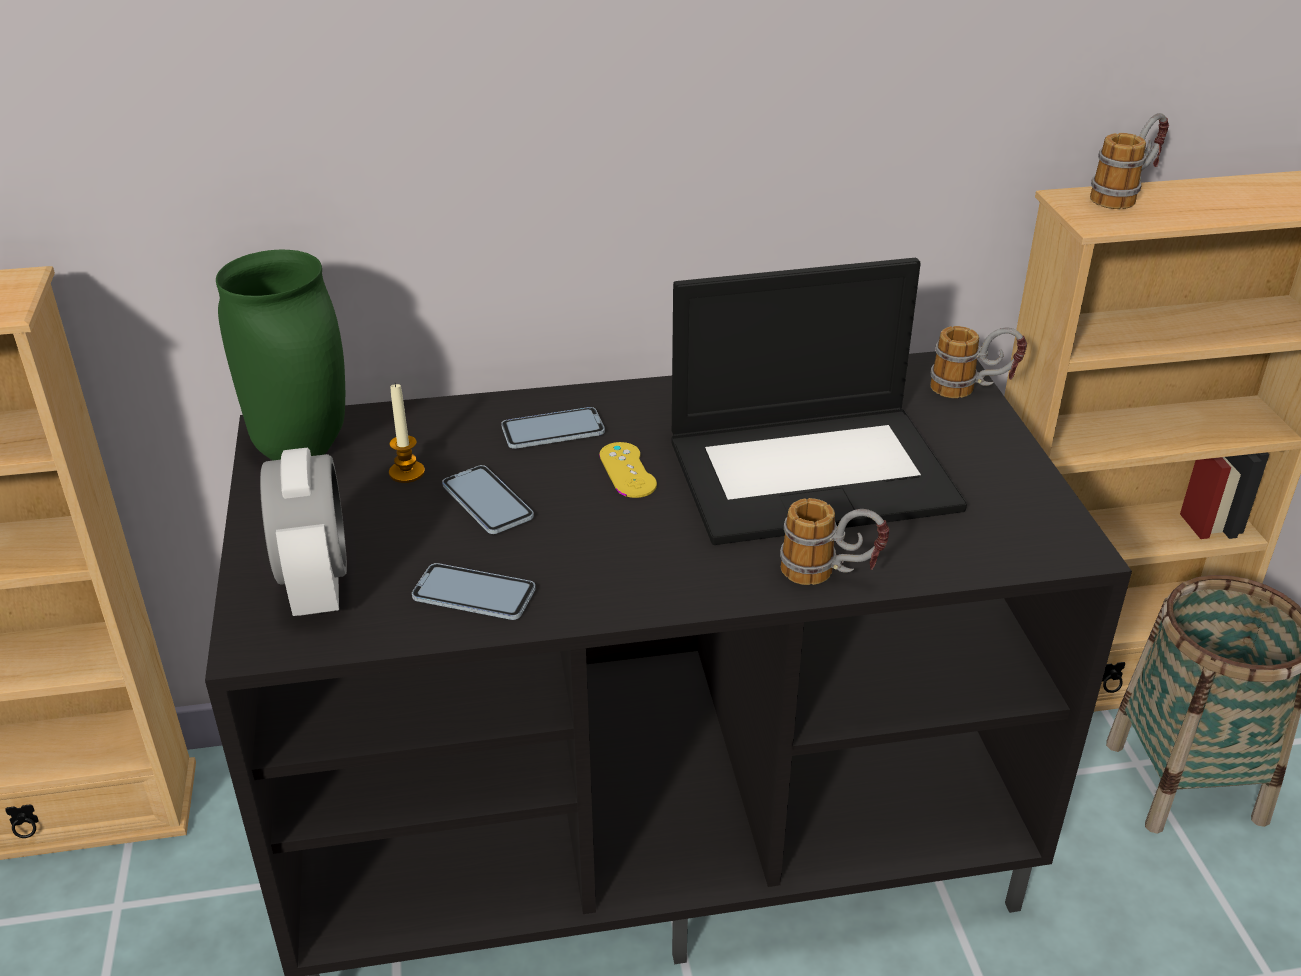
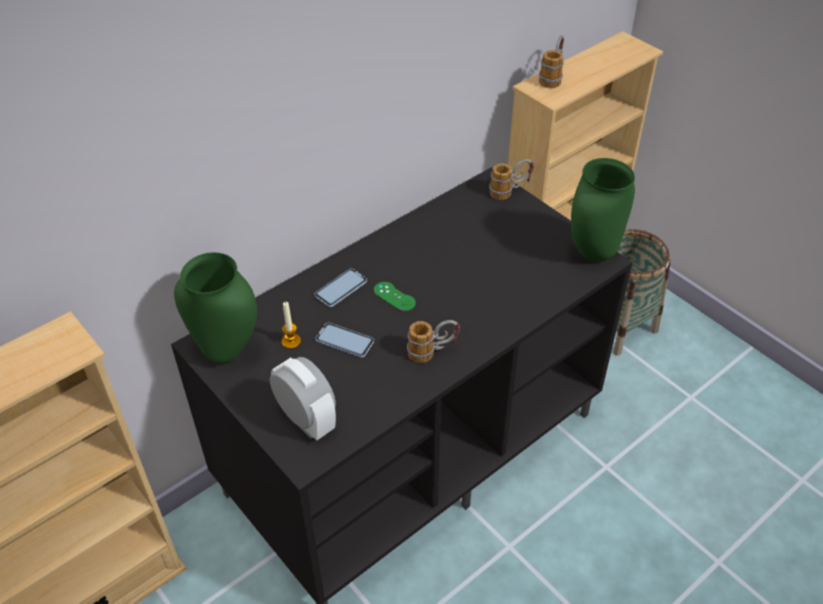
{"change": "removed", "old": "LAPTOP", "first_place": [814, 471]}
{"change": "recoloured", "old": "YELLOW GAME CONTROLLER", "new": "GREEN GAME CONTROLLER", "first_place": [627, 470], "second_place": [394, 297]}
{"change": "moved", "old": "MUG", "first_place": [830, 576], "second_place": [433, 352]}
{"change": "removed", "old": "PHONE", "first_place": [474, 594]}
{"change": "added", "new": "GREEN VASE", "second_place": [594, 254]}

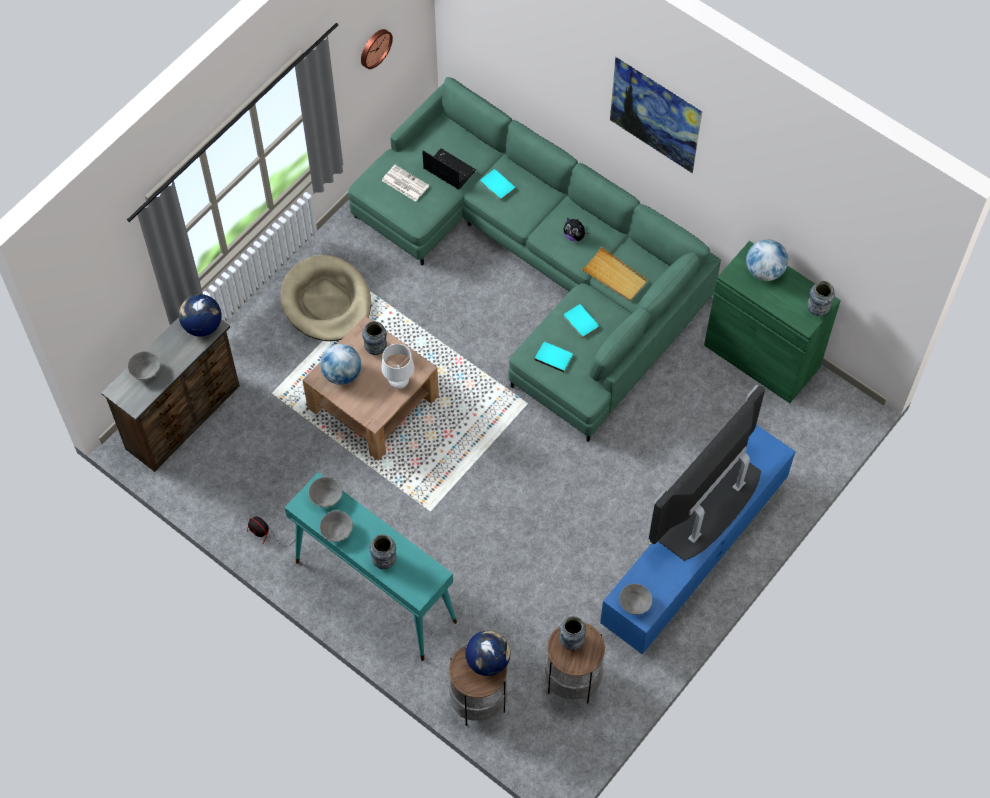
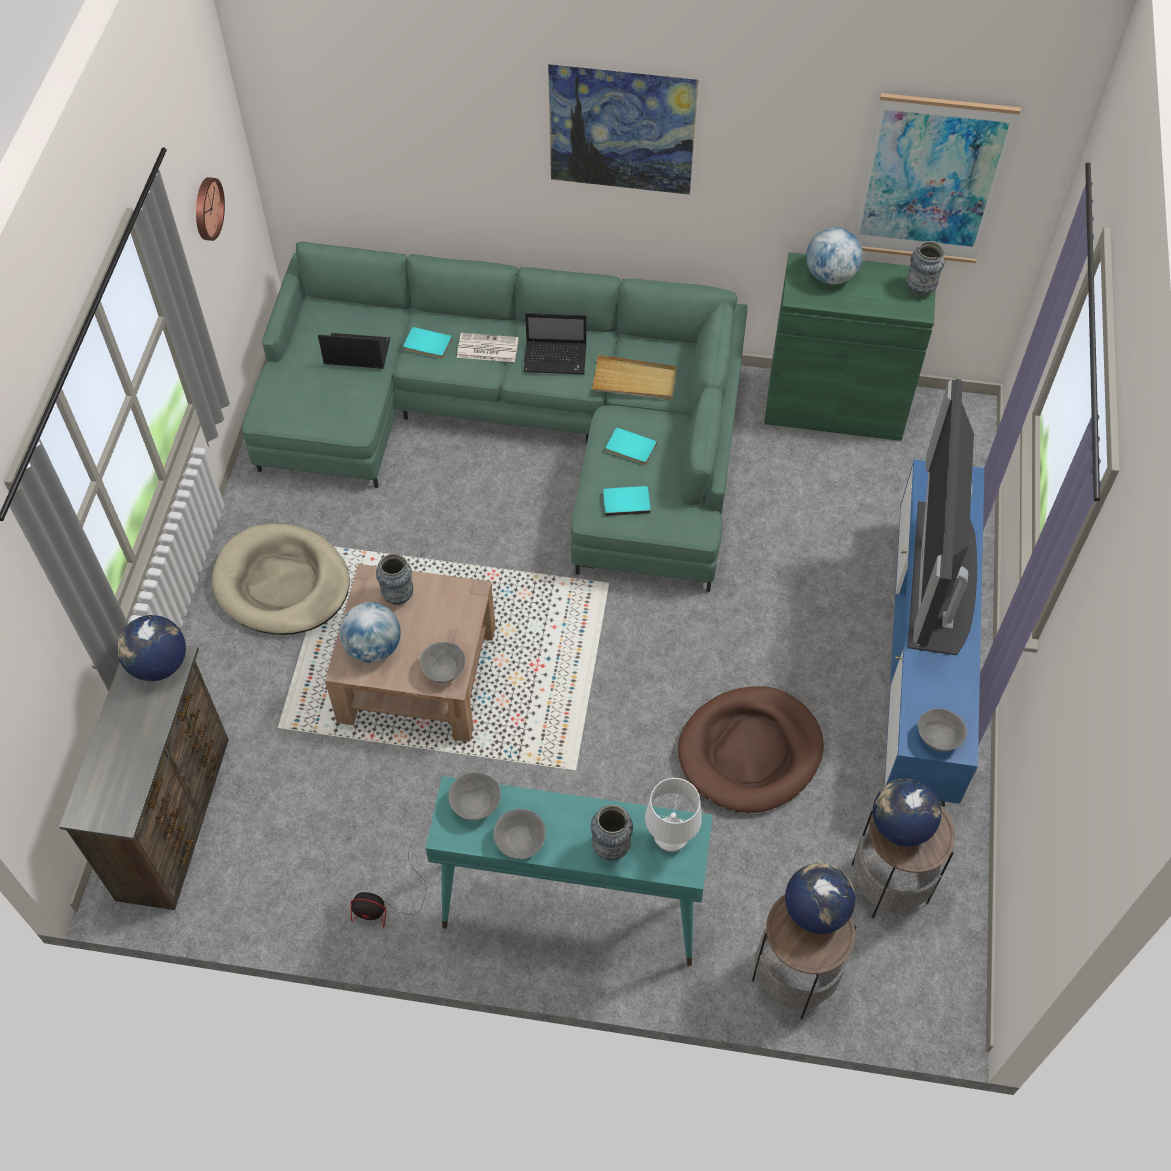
{"change": "moved", "old": "NEWSPAPER", "first_place": [404, 183], "second_place": [486, 348]}
{"change": "replaced", "old": "PLUSH TOY", "new": "LAPTOP", "first_place": [574, 236], "second_place": [556, 358]}
{"change": "moved", "old": "WHITE TABLE LAMP", "first_place": [399, 382], "second_place": [670, 840]}
{"change": "moved", "old": "GREY BOWL", "first_place": [145, 372], "second_place": [444, 671]}
{"change": "replaced", "old": "VASE", "new": "GLOBE", "first_place": [571, 641], "second_place": [900, 826]}
{"change": "added", "new": "PICTURE", "second_place": [930, 180]}
{"change": "added", "new": "BROWN DOG BED", "second_place": [750, 752]}

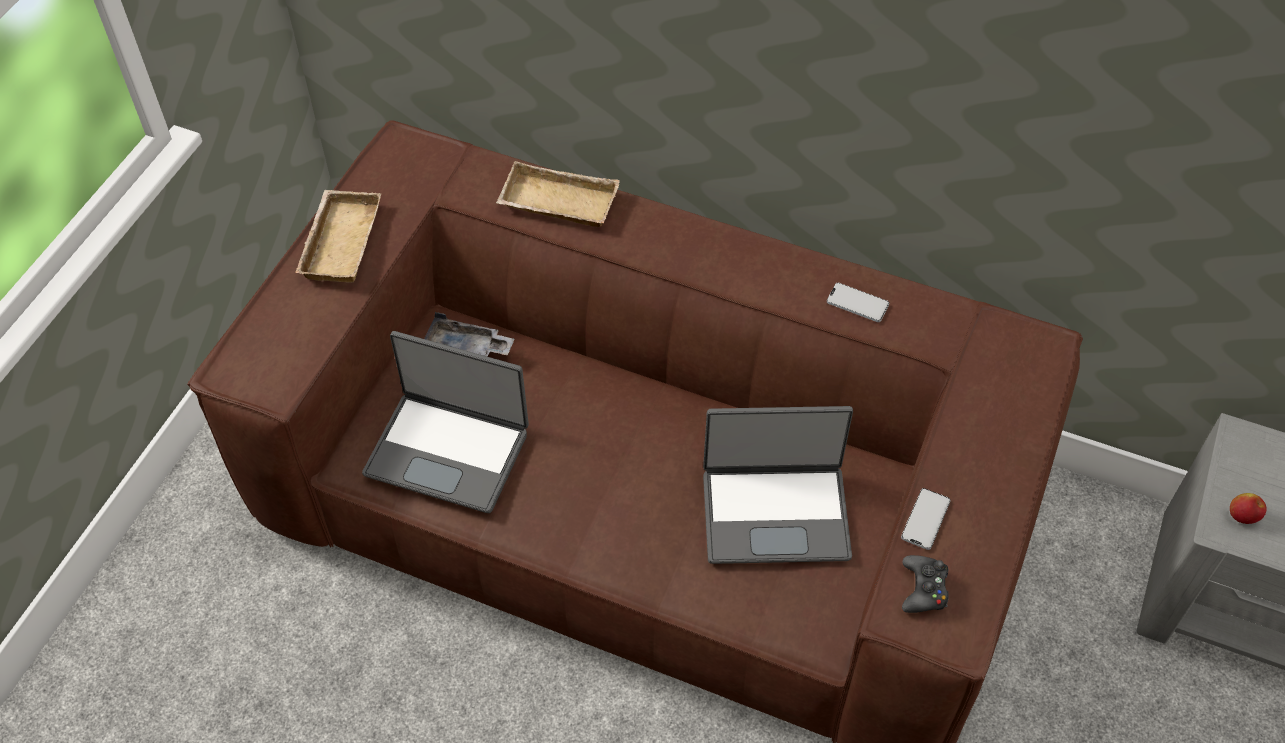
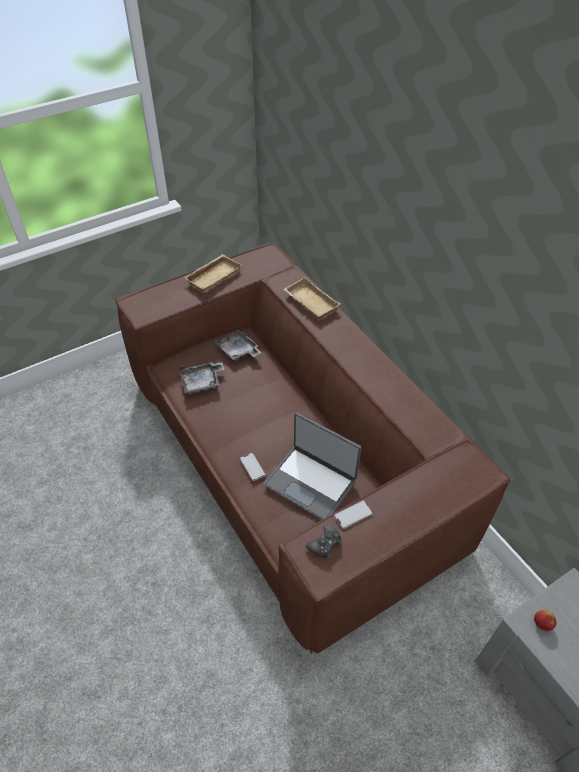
{"change": "moved", "old": "PHONE", "first_place": [857, 303], "second_place": [252, 467]}
{"change": "replaced", "old": "LAPTOP", "new": "GREY TRAY", "first_place": [449, 451], "second_place": [202, 382]}

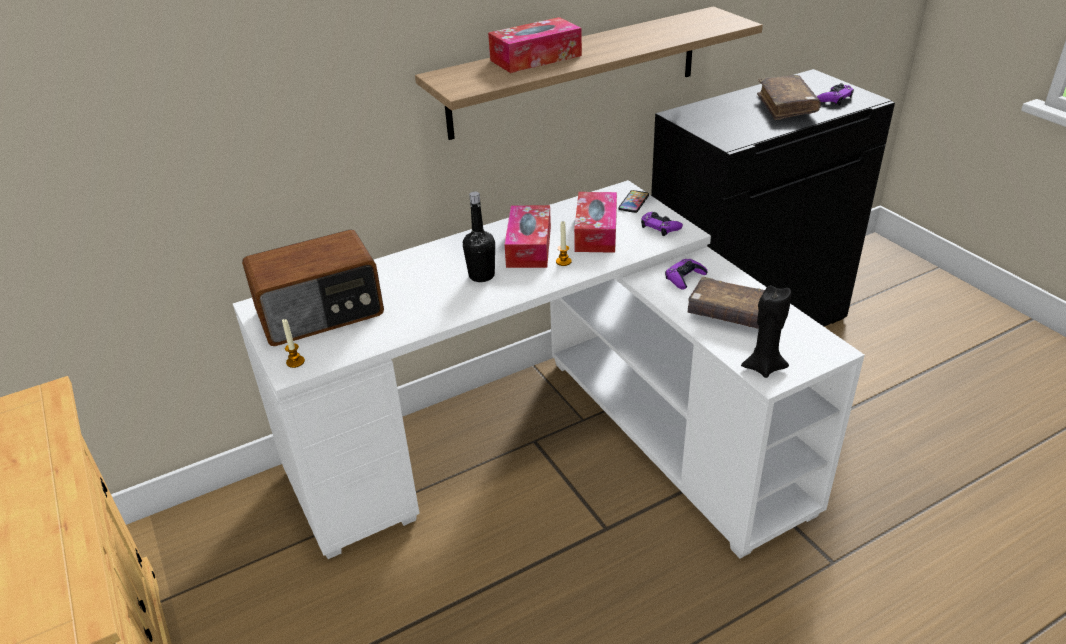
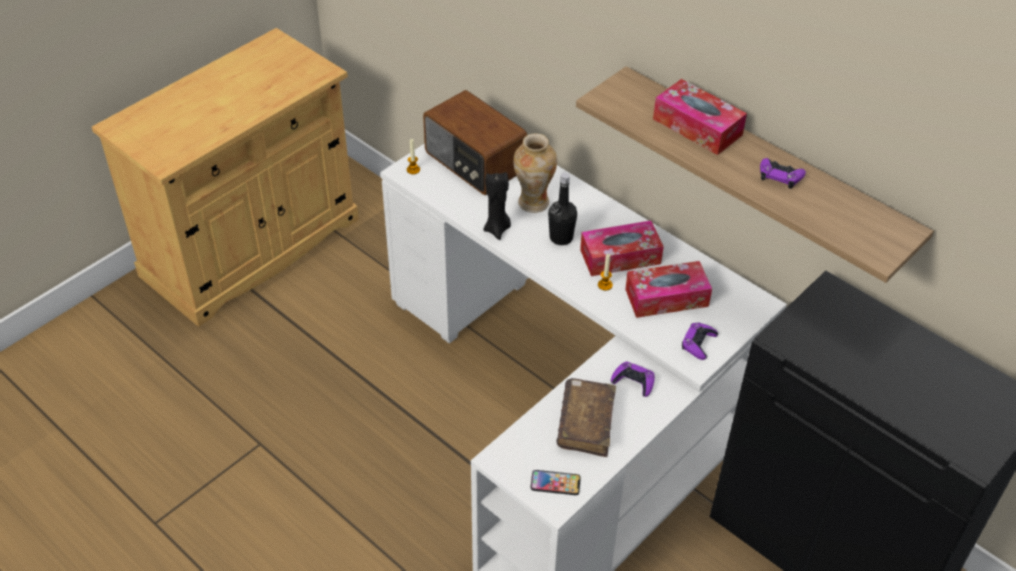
{"change": "removed", "old": "BROWN BOOK", "first_place": [786, 106]}
{"change": "moved", "old": "PURPLE GAME CONTROLLER", "first_place": [835, 98], "second_place": [780, 176]}
{"change": "moved", "old": "PHONE", "first_place": [633, 202], "second_place": [555, 483]}
{"change": "moved", "old": "BLACK CANDLE", "first_place": [763, 367], "second_place": [497, 229]}
{"change": "added", "new": "VASE", "second_place": [533, 203]}

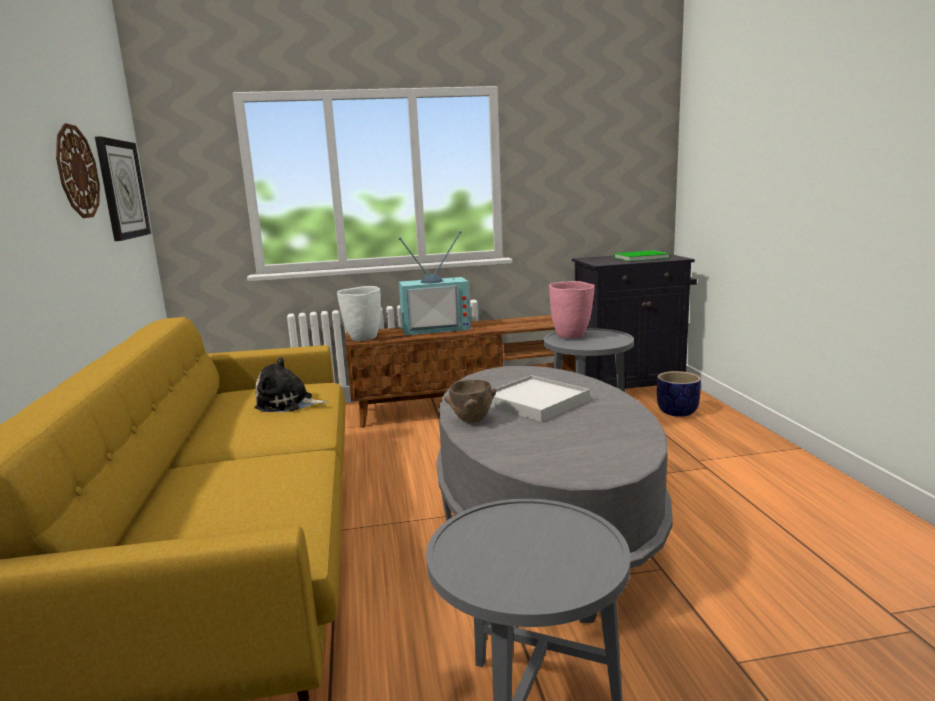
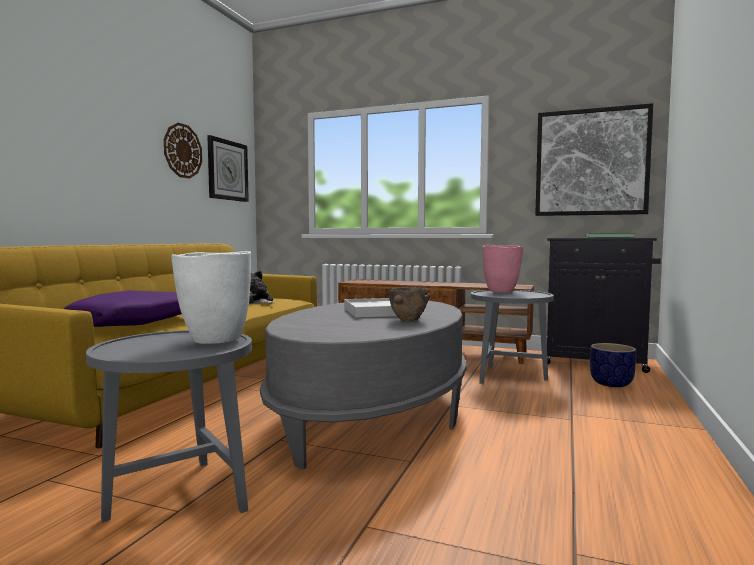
{"change": "removed", "old": "TELEVISION", "first_place": [436, 328]}
{"change": "moved", "old": "WHITE VASE", "first_place": [363, 338], "second_place": [214, 340]}
{"change": "moved", "old": "BROWN BOWL", "first_place": [471, 420], "second_place": [408, 320]}
{"change": "added", "new": "PICTURE", "second_place": [591, 162]}
{"change": "added", "new": "PURPLE PILLOW", "second_place": [138, 323]}

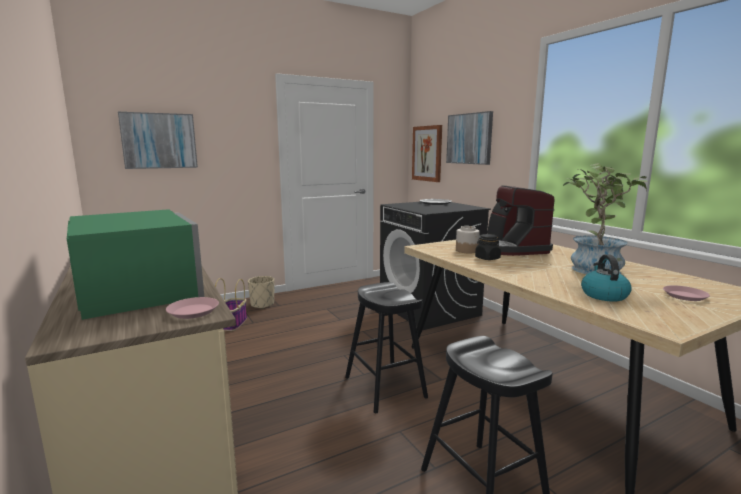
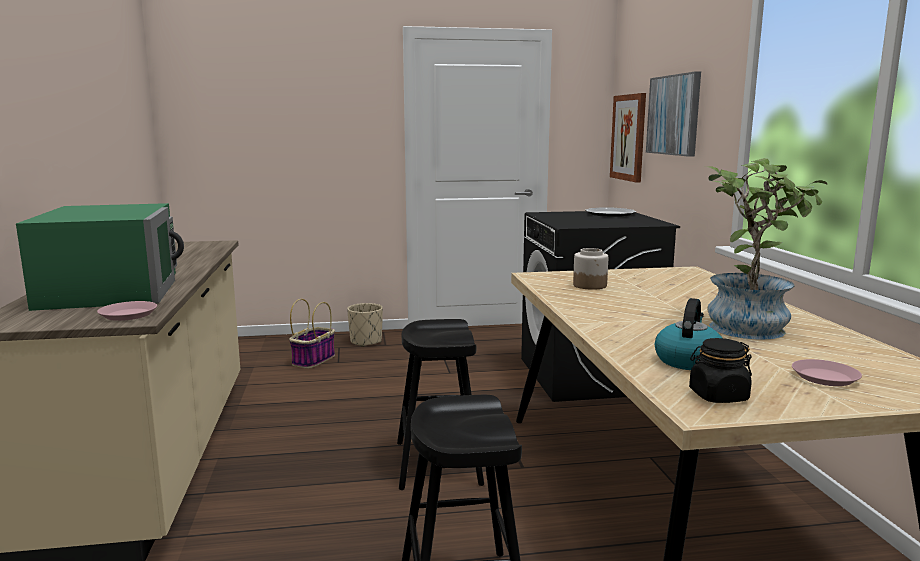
{"change": "removed", "old": "PICTURE", "first_place": [159, 141]}
{"change": "removed", "old": "COFFEE MACHINE", "first_place": [510, 248]}
{"change": "moved", "old": "BLACK JAR", "first_place": [487, 258], "second_place": [718, 396]}

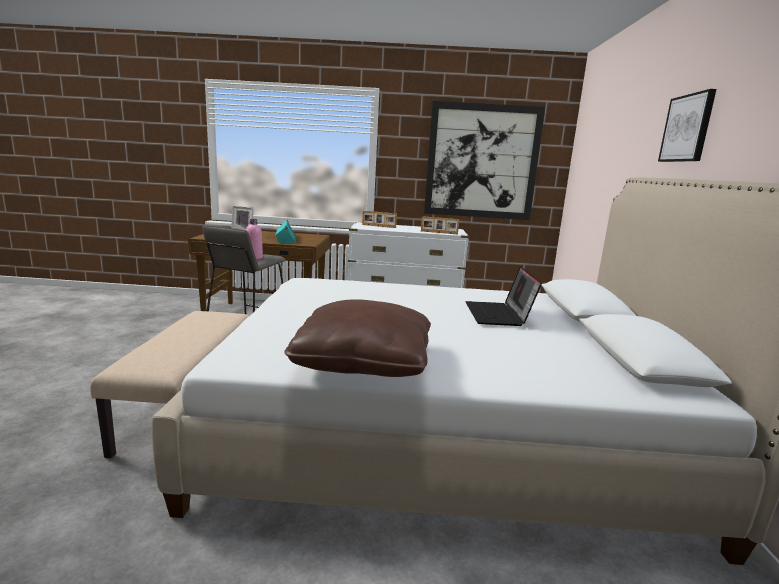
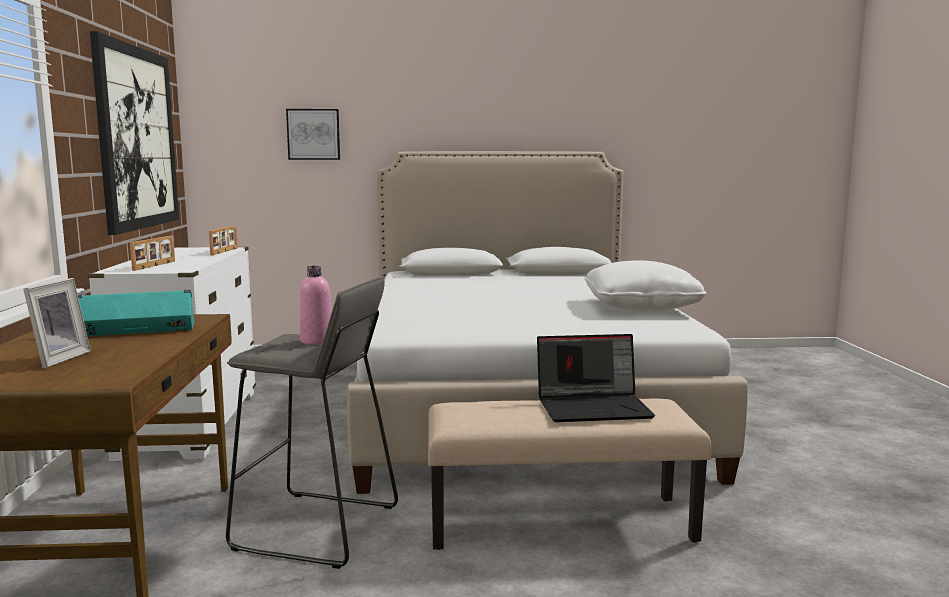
{"change": "moved", "old": "PICTURE", "first_place": [687, 128], "second_place": [313, 134]}
{"change": "moved", "old": "LAPTOP", "first_place": [499, 315], "second_place": [594, 407]}
{"change": "recoloured", "old": "BROWN PILLOW", "new": "WHITE PILLOW", "first_place": [363, 361], "second_place": [641, 307]}

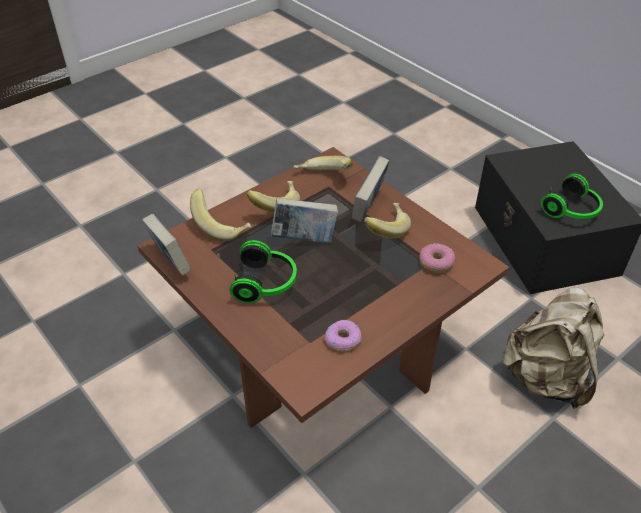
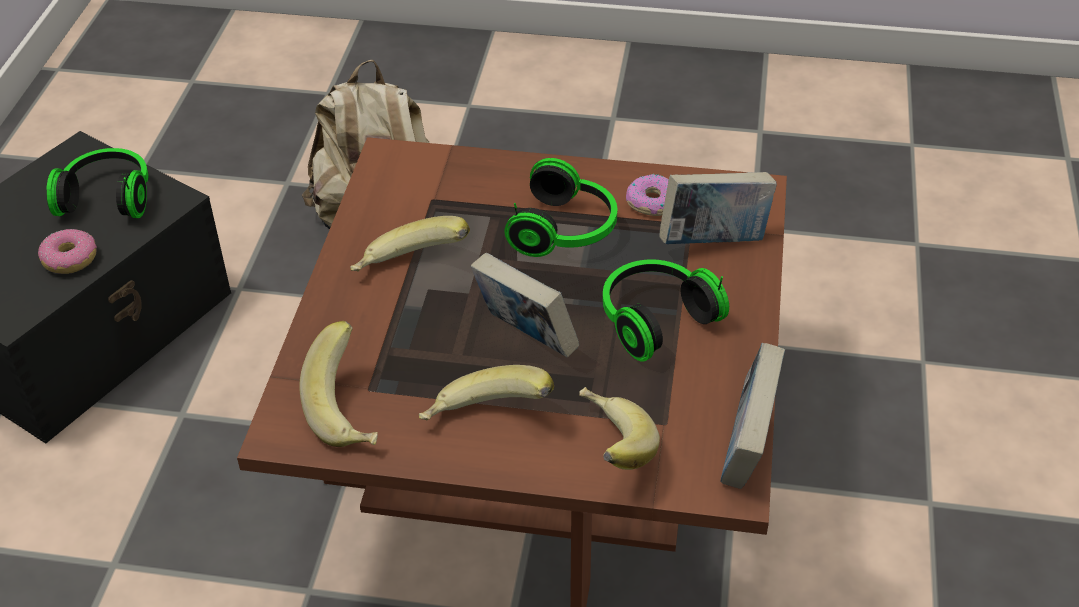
{"change": "moved", "old": "BOOK", "first_place": [369, 207], "second_place": [714, 241]}
{"change": "moved", "old": "DONUT", "first_place": [436, 262], "second_place": [70, 259]}
{"change": "added", "new": "HEADPHONES", "second_place": [566, 231]}

